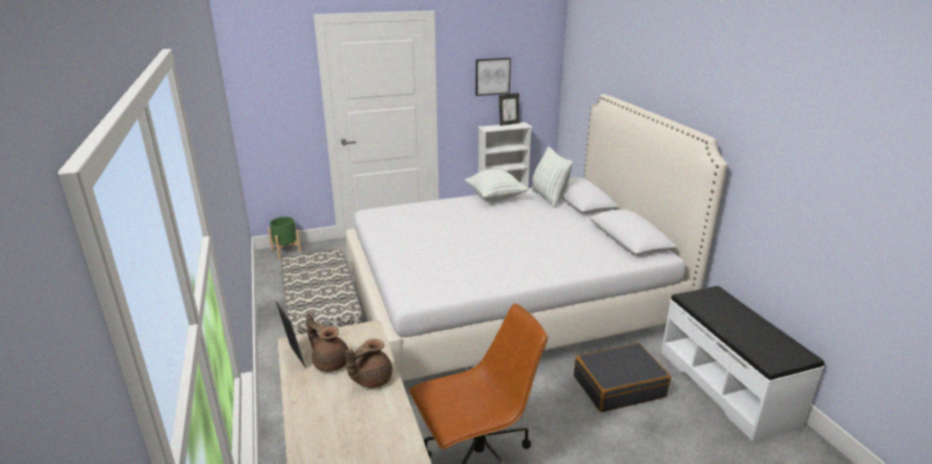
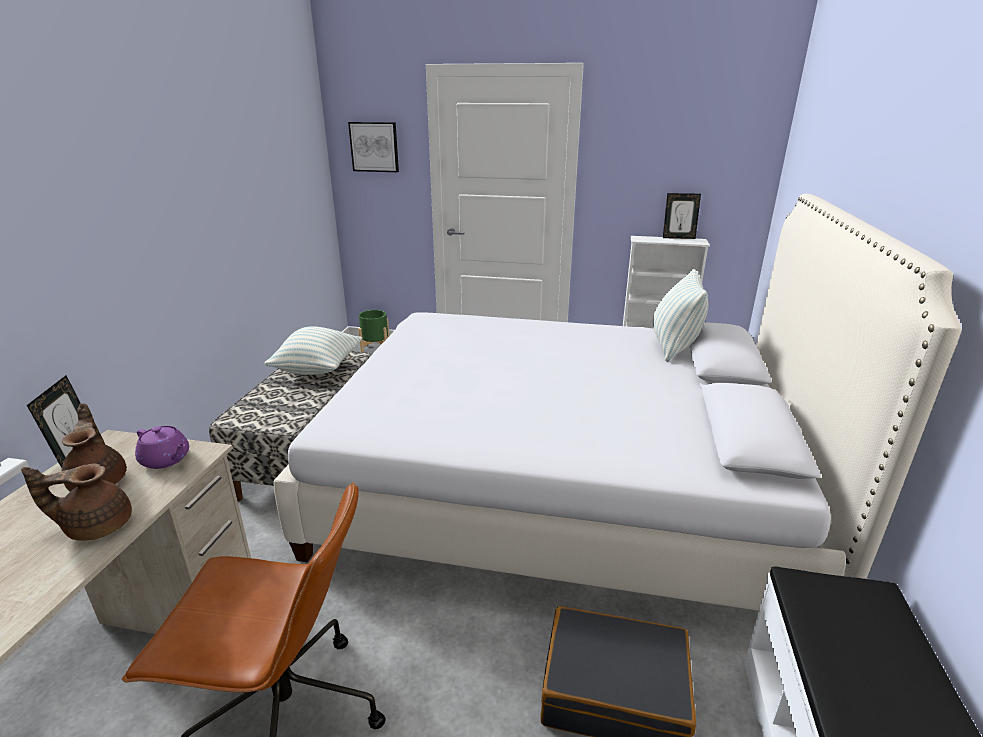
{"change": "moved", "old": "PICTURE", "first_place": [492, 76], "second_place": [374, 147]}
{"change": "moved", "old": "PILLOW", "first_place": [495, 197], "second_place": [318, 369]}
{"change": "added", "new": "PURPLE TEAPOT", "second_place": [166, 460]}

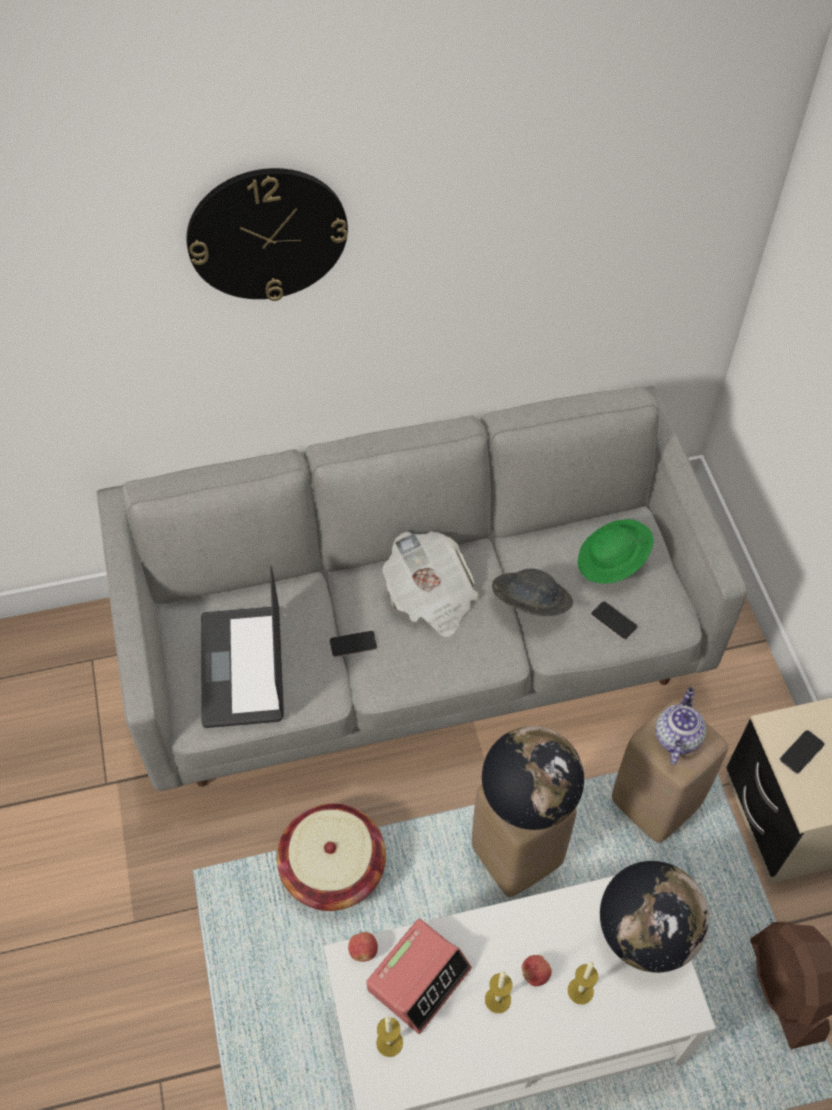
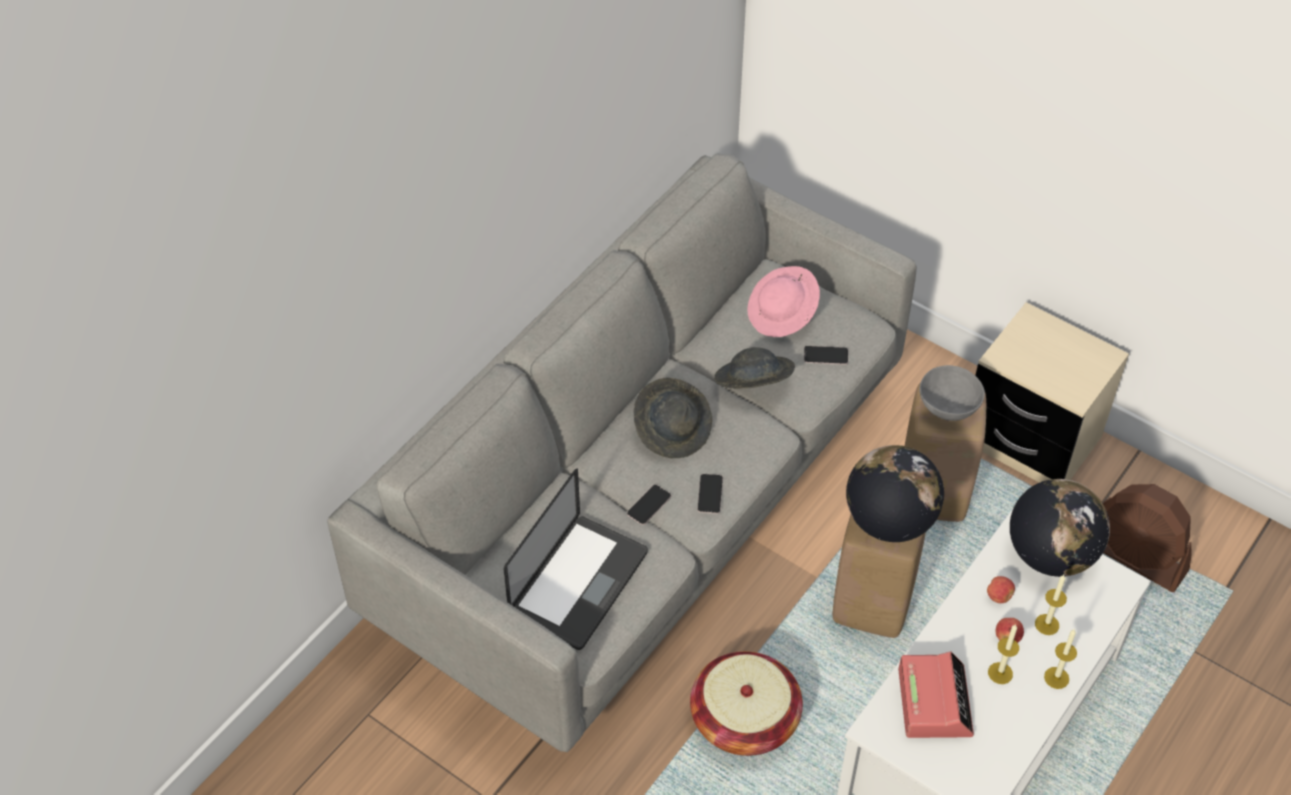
{"change": "removed", "old": "WALL CLOCK", "first_place": [267, 234]}
{"change": "recoloured", "old": "GREEN HAT", "new": "PINK HAT", "first_place": [612, 562], "second_place": [782, 315]}
{"change": "replaced", "old": "NEWSPAPER", "new": "GREY HAT", "first_place": [431, 597], "second_place": [673, 430]}
{"change": "turned", "old": "LAPTOP", "first_place": [242, 668], "second_place": [579, 583], "degrees": -105}
{"change": "replaced", "old": "TEAPOT", "new": "GREY BOWL", "first_place": [676, 736], "second_place": [947, 407]}
{"change": "moved", "old": "PHONE", "first_place": [801, 752], "second_place": [710, 494]}
{"change": "moved", "old": "APPLE", "first_place": [363, 951], "second_place": [999, 596]}
{"change": "moved", "old": "CANDLE", "first_place": [389, 1042], "second_place": [1056, 678]}

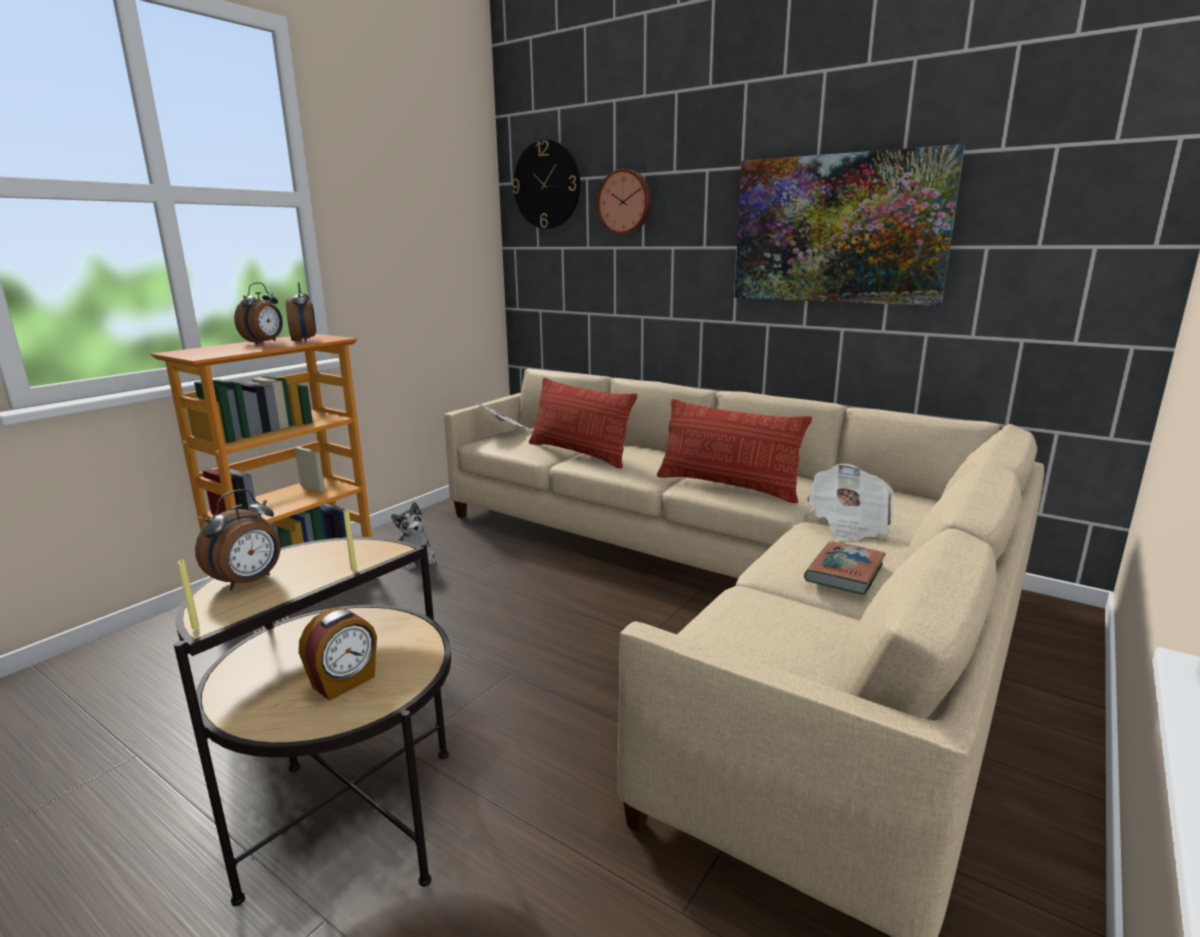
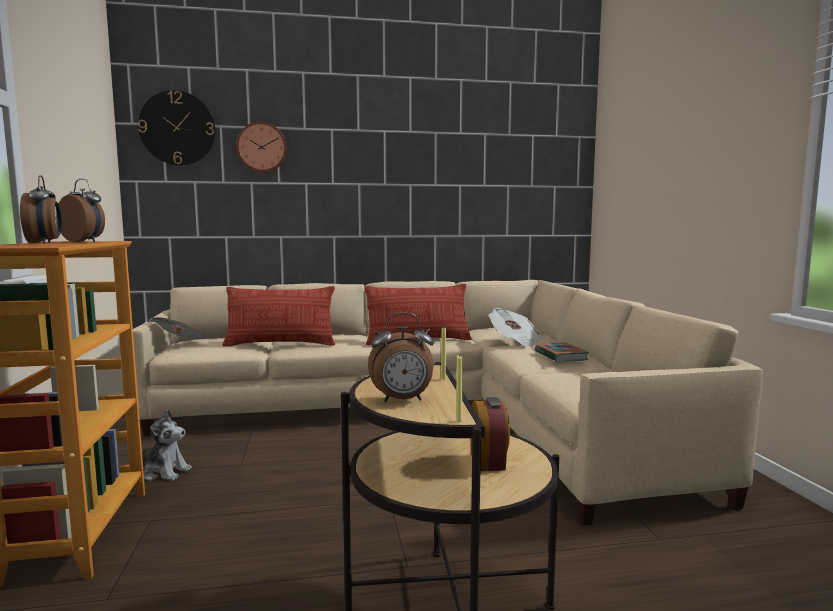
{"change": "removed", "old": "PICTURE", "first_place": [838, 229]}
{"change": "turned", "old": "ALARM CLOCK", "first_place": [249, 582], "second_place": [402, 400], "degrees": 90}

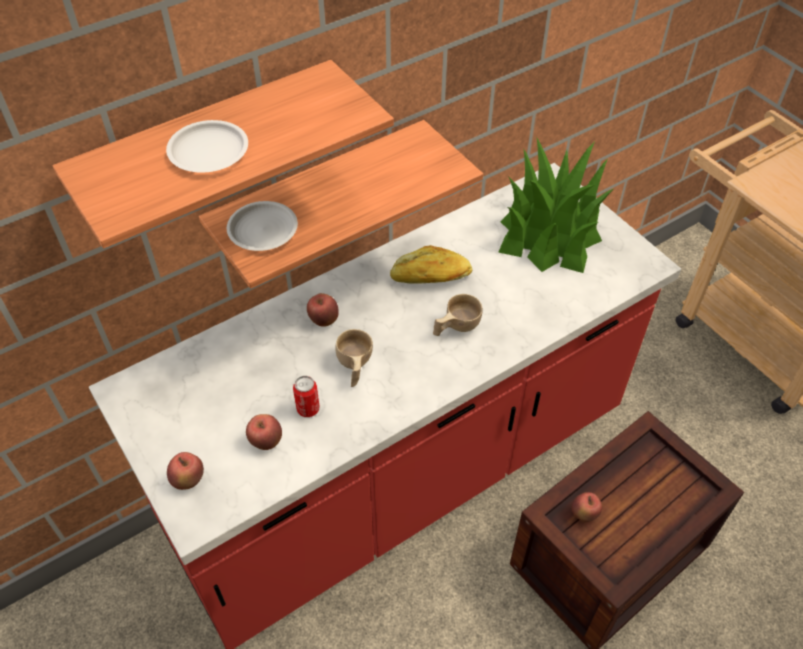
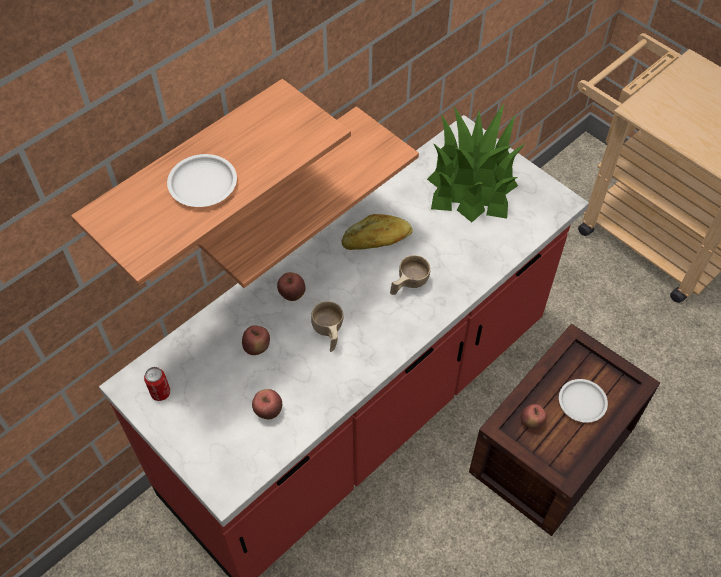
{"change": "moved", "old": "WHITE PLATE", "first_place": [262, 230], "second_place": [581, 402]}
{"change": "moved", "old": "CAN", "first_place": [308, 409], "second_place": [160, 393]}
{"change": "moved", "old": "APPLE", "first_place": [188, 480], "second_place": [257, 348]}

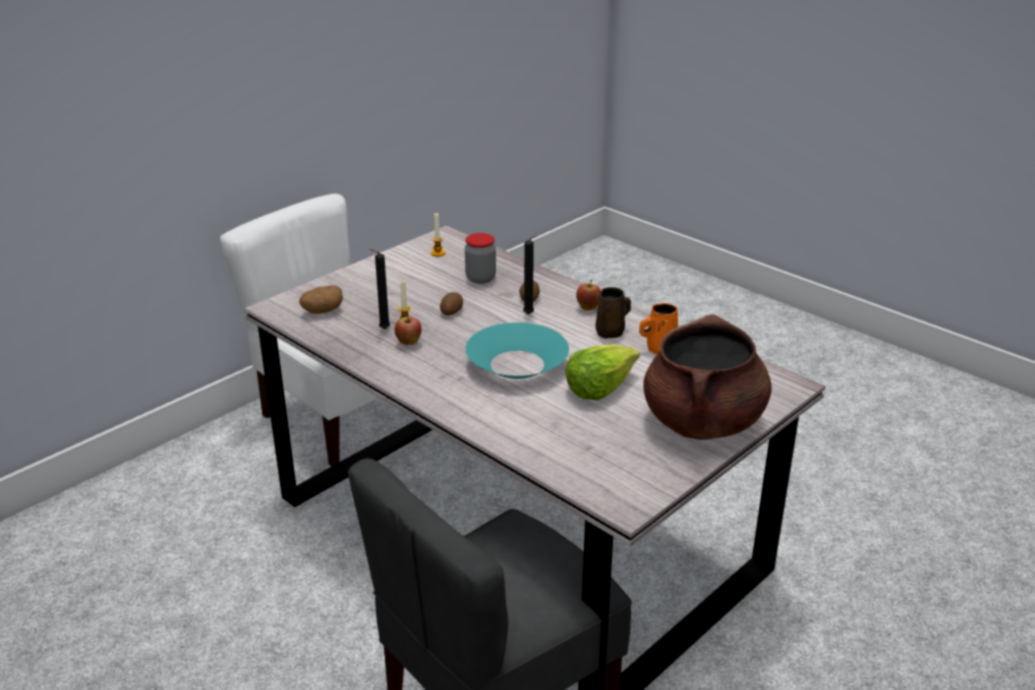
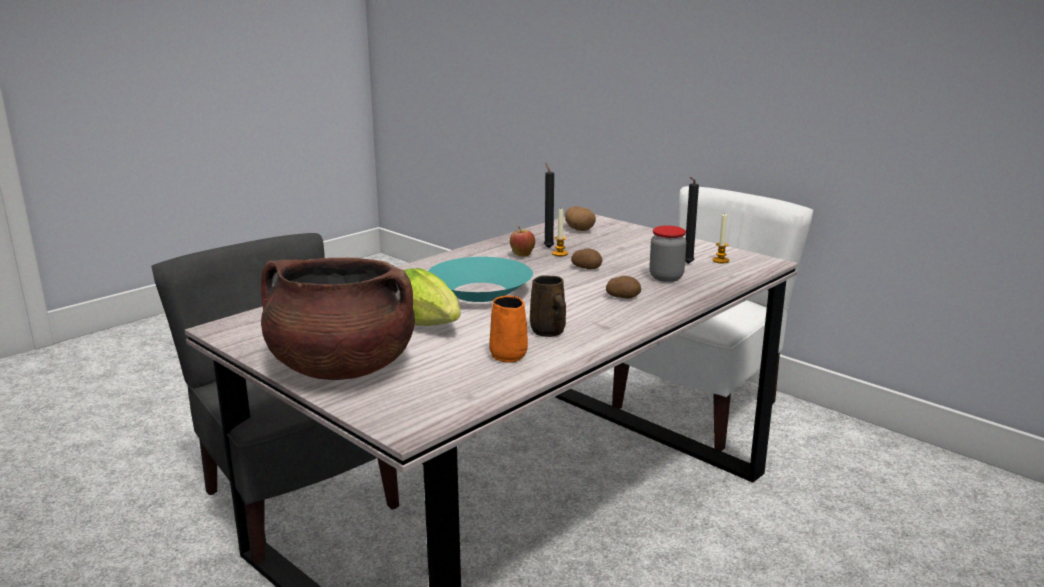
{"change": "moved", "old": "BLACK CANDLE", "first_place": [529, 315], "second_place": [687, 264]}
{"change": "removed", "old": "APPLE", "first_place": [588, 308]}

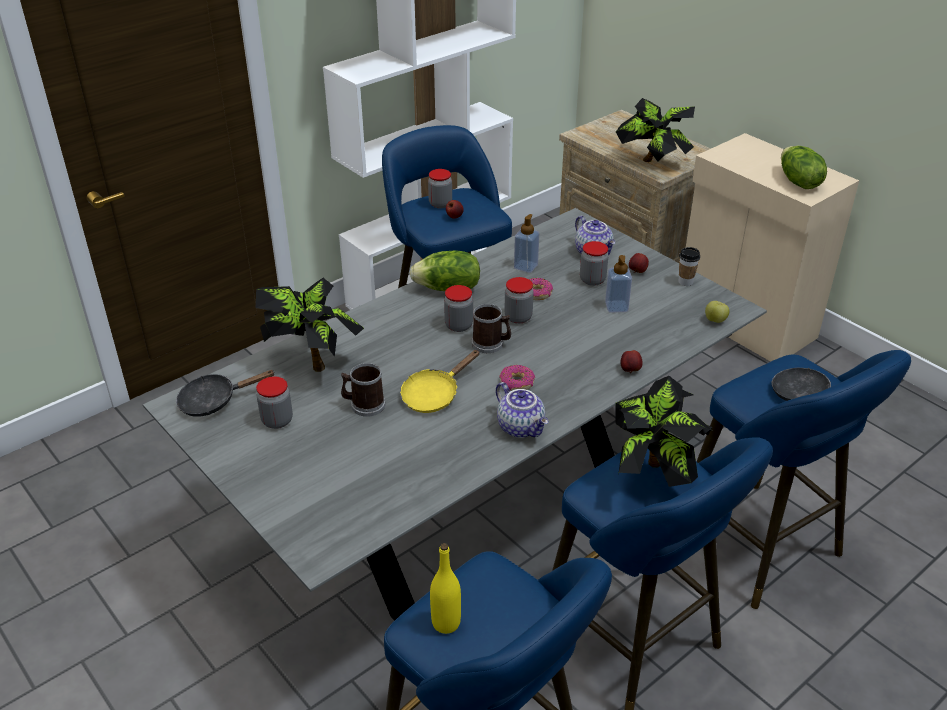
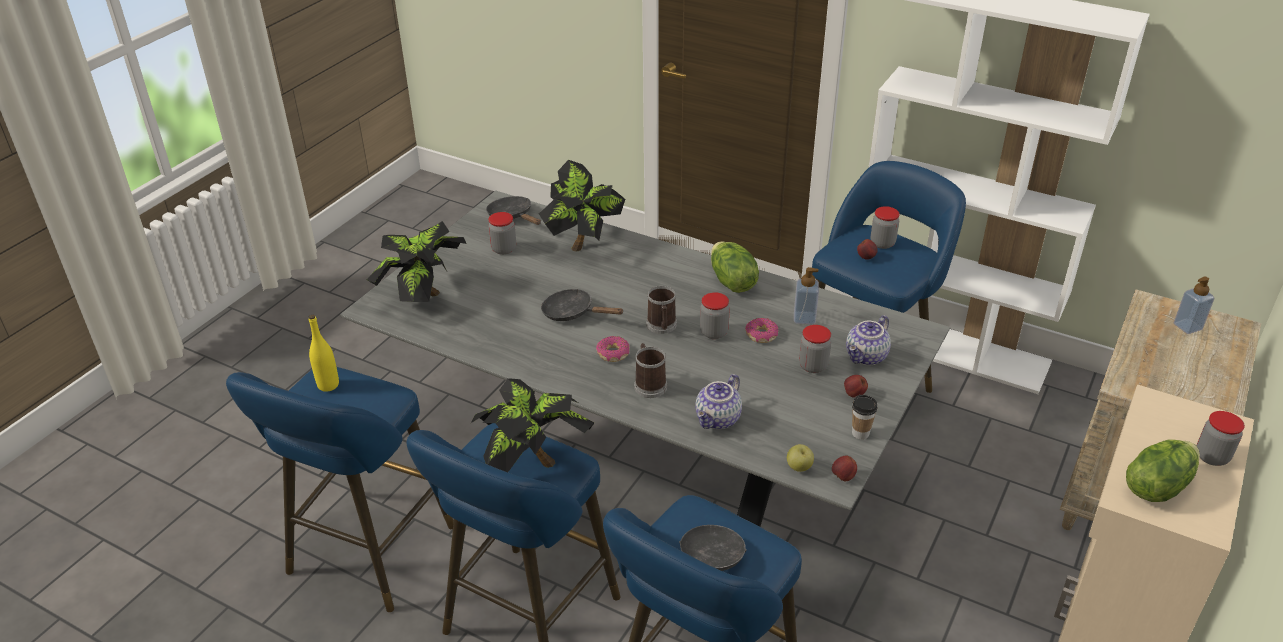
{"change": "moved", "old": "POTTED PLANT", "first_place": [653, 164], "second_place": [424, 298]}
{"change": "moved", "old": "SOAP DISPENSER", "first_place": [616, 307], "second_place": [1187, 326]}
{"change": "moved", "old": "JAR", "first_place": [458, 325], "second_place": [1212, 457]}
{"change": "recoloured", "old": "YELLOW FRYING PAN", "new": "BLACK FRYING PAN", "first_place": [434, 395], "second_place": [572, 313]}
{"change": "moved", "old": "APPLE", "first_place": [630, 370], "second_place": [843, 477]}
{"change": "moved", "old": "MUG", "first_place": [364, 405], "second_place": [649, 384]}
{"change": "moved", "old": "TEAPOT", "first_place": [521, 427], "second_place": [718, 420]}

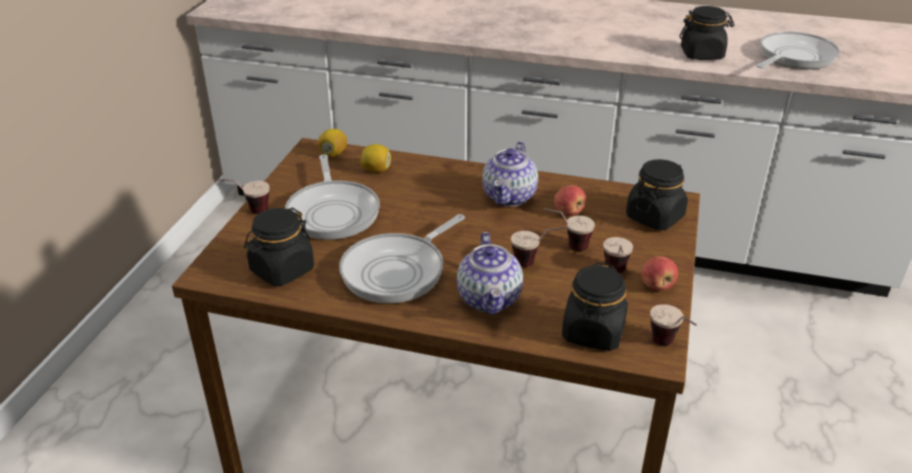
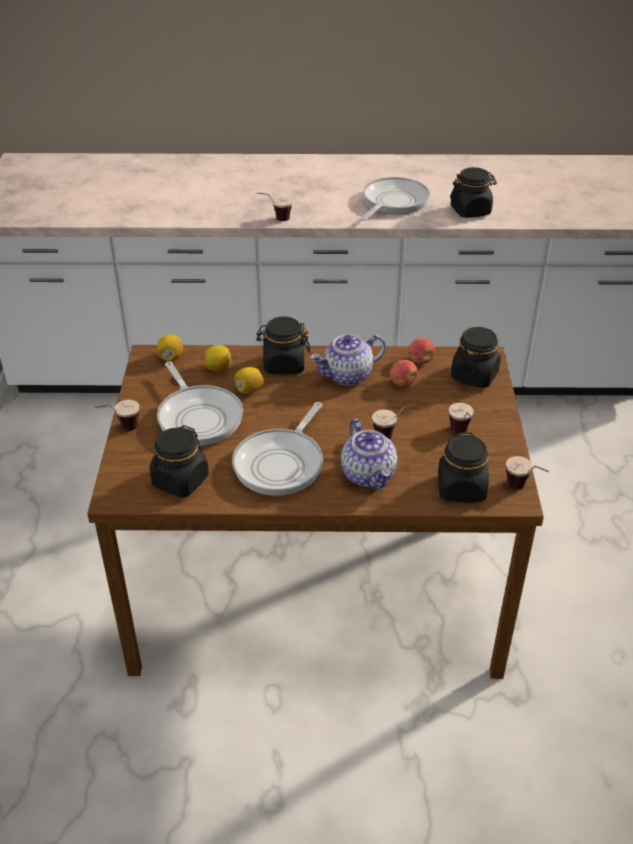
{"change": "moved", "old": "FRYING PAN", "first_place": [793, 57], "second_place": [393, 202]}
{"change": "turned", "old": "TEAPOT", "first_place": [510, 197], "second_place": [347, 376], "degrees": 60}
{"change": "moved", "old": "CUP", "first_place": [566, 246], "second_place": [275, 220]}
{"change": "moved", "old": "APPLE", "first_place": [657, 286], "second_place": [420, 360]}
{"change": "added", "new": "BLACK JAR", "second_place": [283, 364]}
{"change": "added", "new": "LEMON", "second_place": [249, 390]}

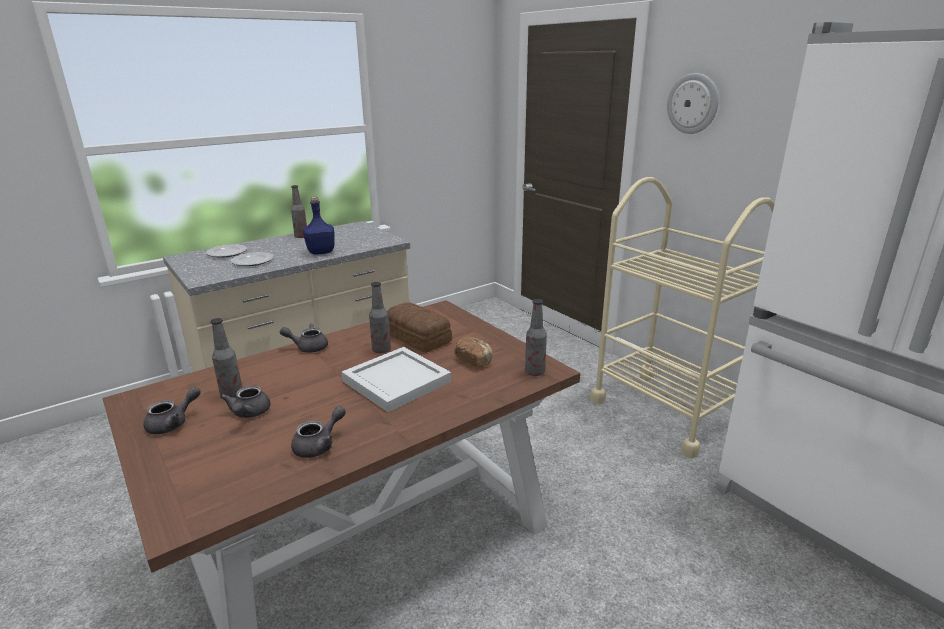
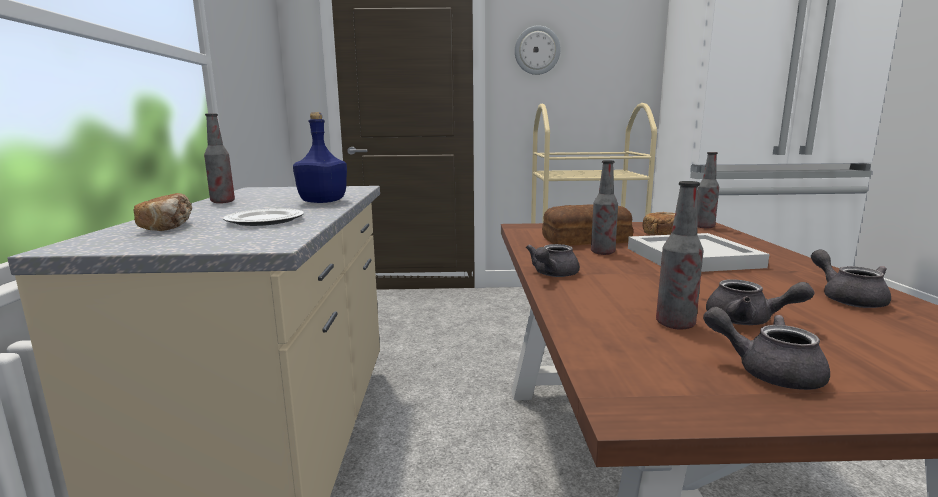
{"change": "replaced", "old": "PLATE", "new": "BREAD", "first_place": [227, 253], "second_place": [169, 226]}
{"change": "turned", "old": "GREY TEAPOT", "first_place": [173, 423], "second_place": [767, 371], "degrees": -45}

